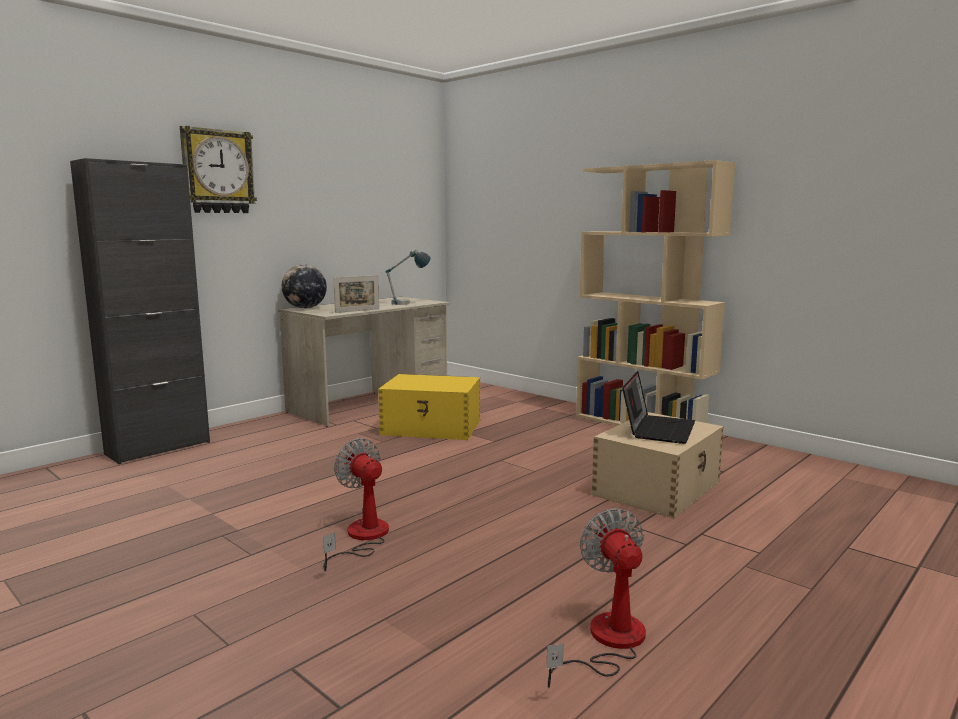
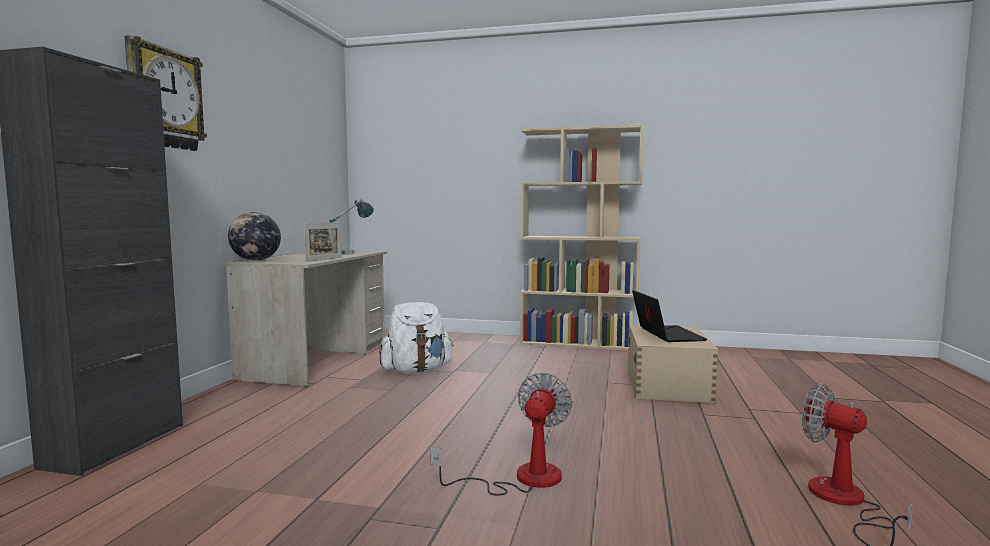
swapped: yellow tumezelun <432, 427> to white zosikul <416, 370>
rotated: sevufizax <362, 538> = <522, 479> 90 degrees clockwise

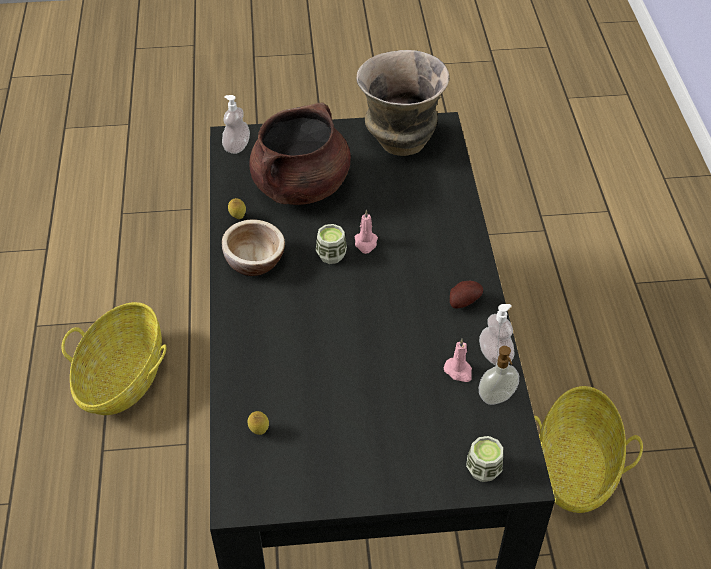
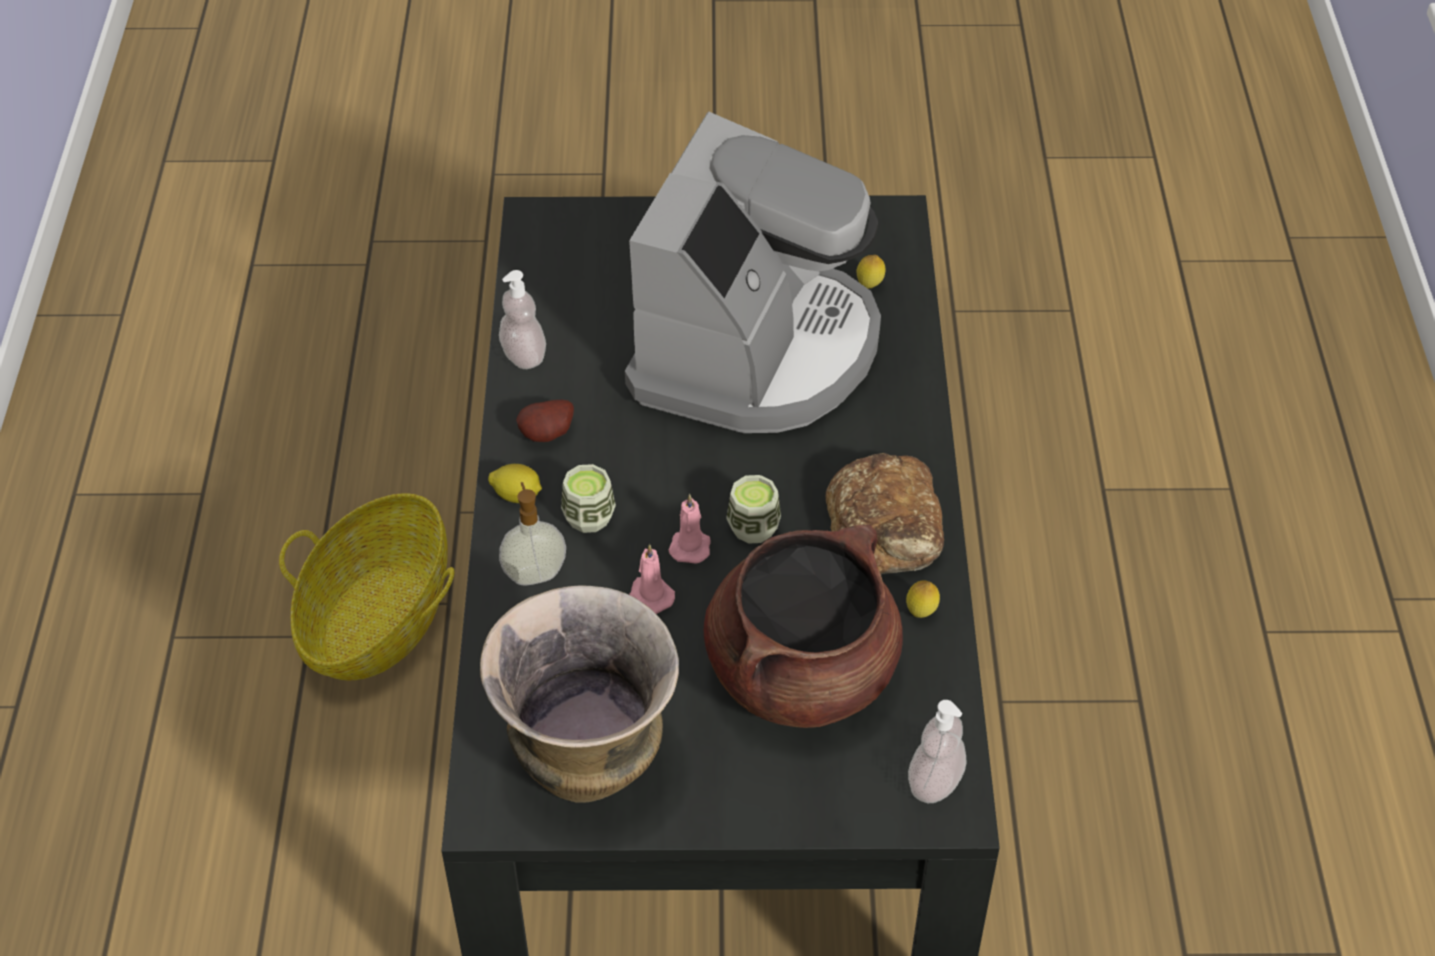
gone: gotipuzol <122, 378>
new: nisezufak <517, 496>; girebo <756, 351>
shifted: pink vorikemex <459, 371> to <650, 595>; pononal <483, 469> to <589, 517>; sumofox <497, 398> to <534, 574>
swapped: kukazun <254, 261> to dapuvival <886, 526>

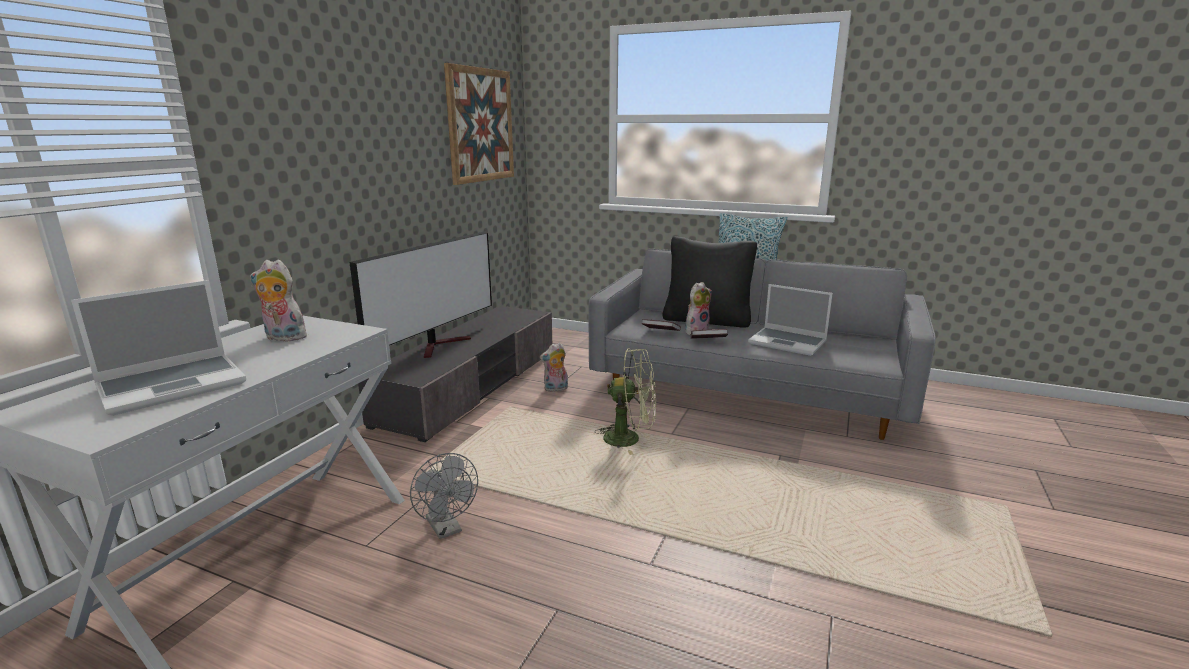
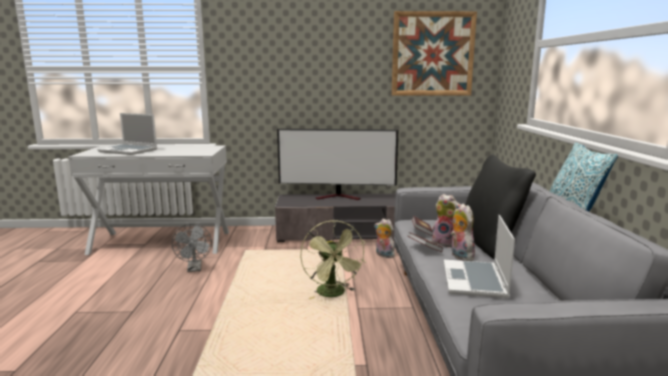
shifted: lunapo <283, 338> to <459, 256>
rotated: grey sevufizax <447, 529> = <194, 269> 45 degrees counterclockwise

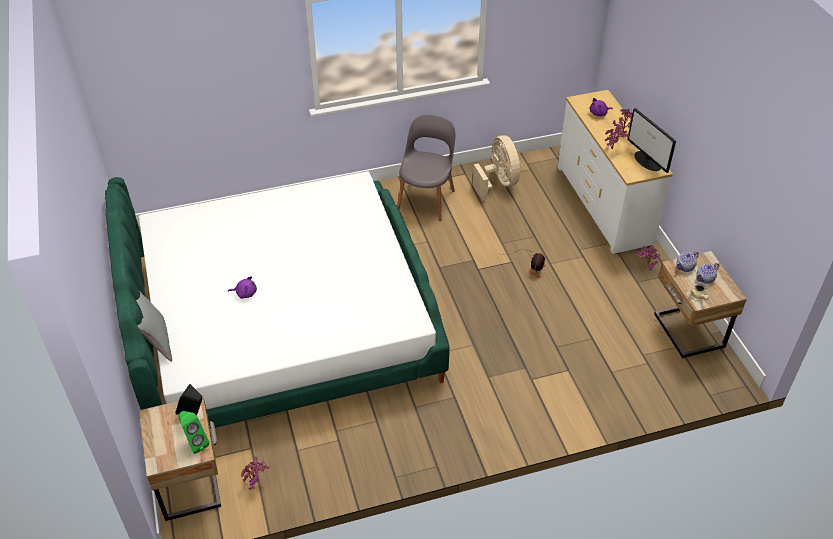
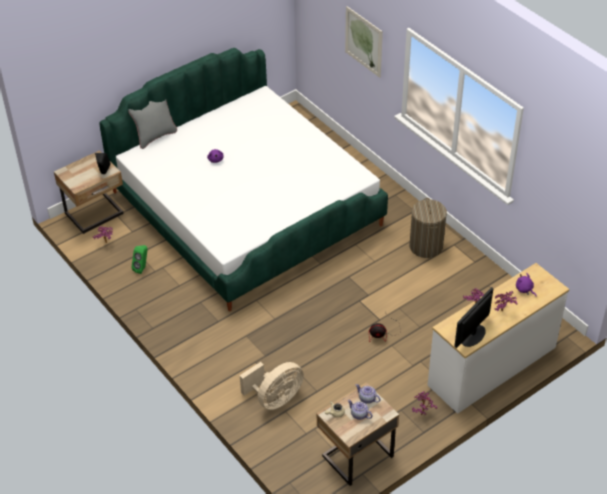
new: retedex <363, 41>
shifted: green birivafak <195, 443> to <142, 268>; beige sevufizax <498, 183> to <275, 399>
swapped: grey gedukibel <426, 199> to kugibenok <426, 246>

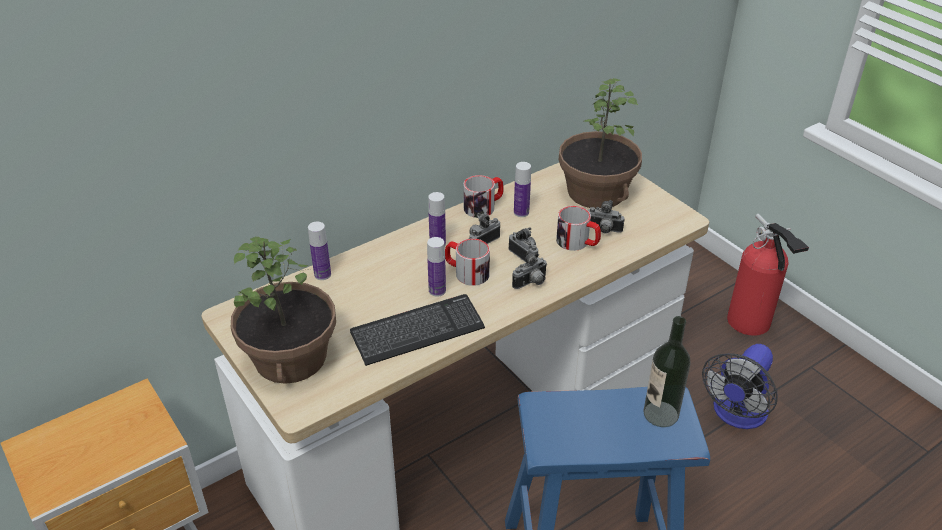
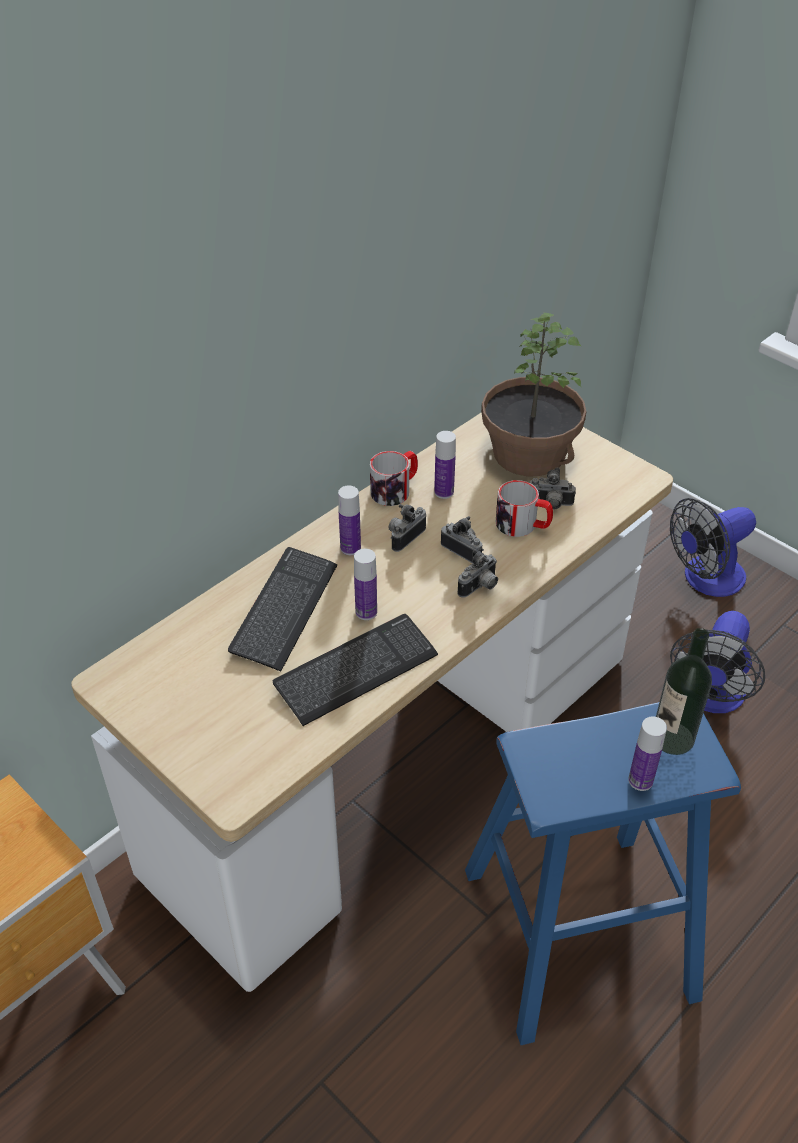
gone: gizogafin <291, 357>; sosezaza <466, 272>
new: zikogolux <284, 610>
shifted: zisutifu <322, 274> to <640, 780>
swapped: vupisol <751, 324> to sevufizax <705, 579>

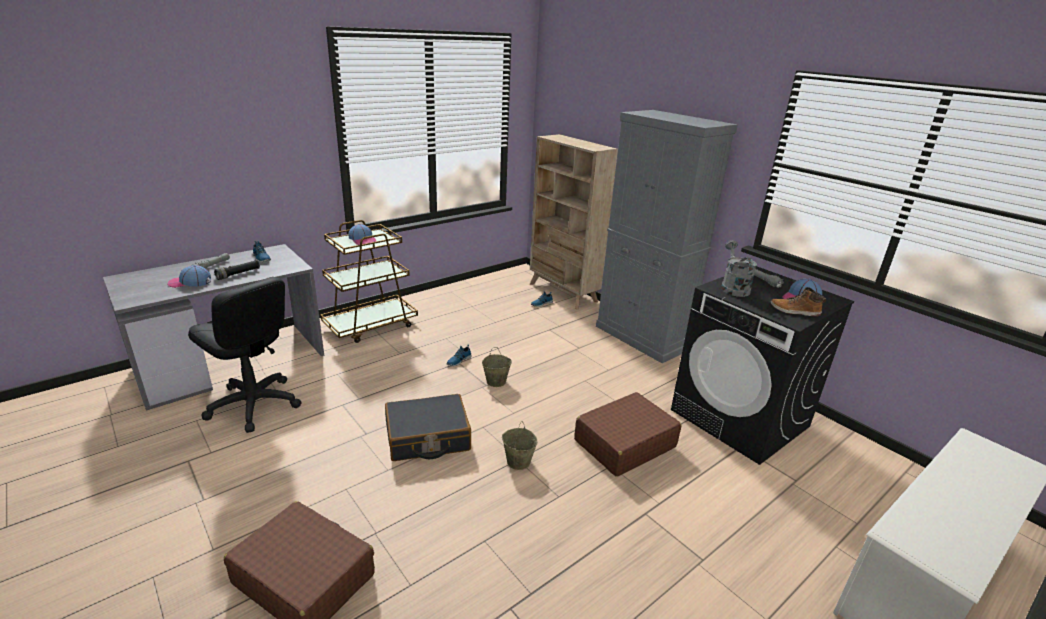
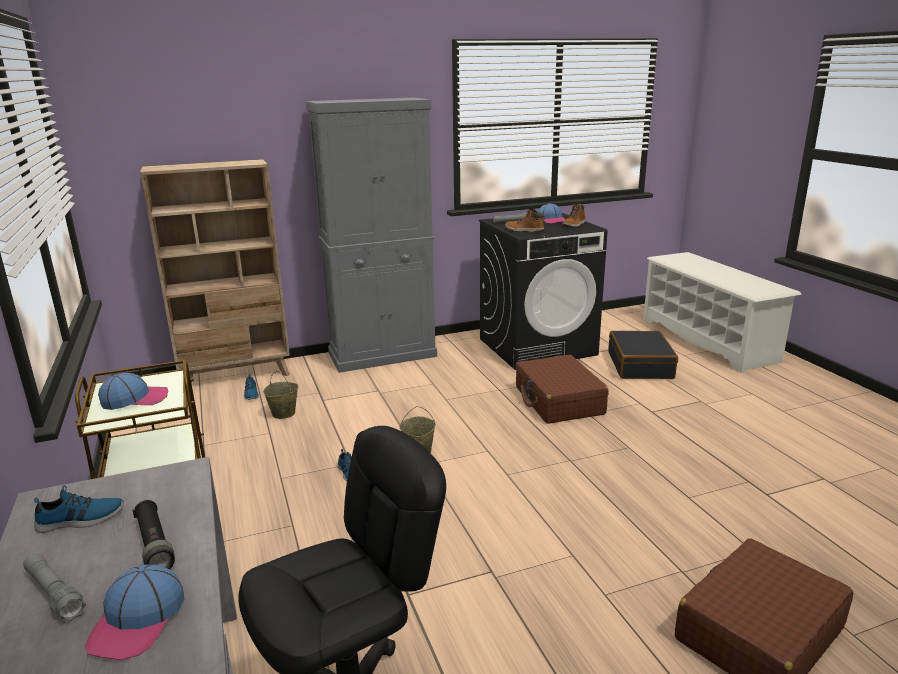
shifted: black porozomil <427, 438> to <640, 365>; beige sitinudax <518, 461> to <283, 413>
swapped: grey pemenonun <733, 287> to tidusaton <524, 230>

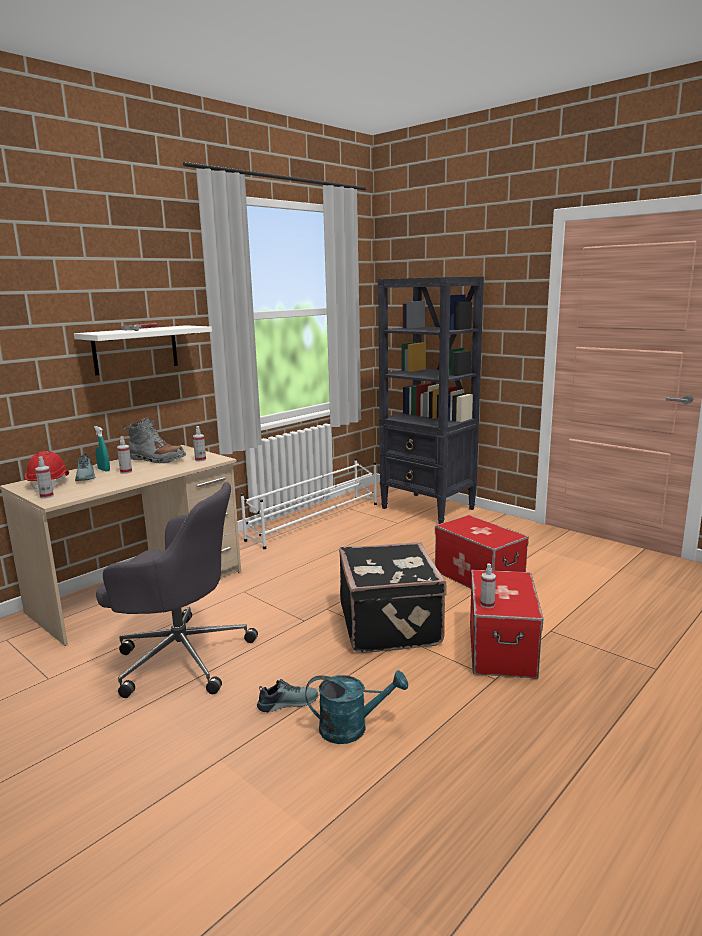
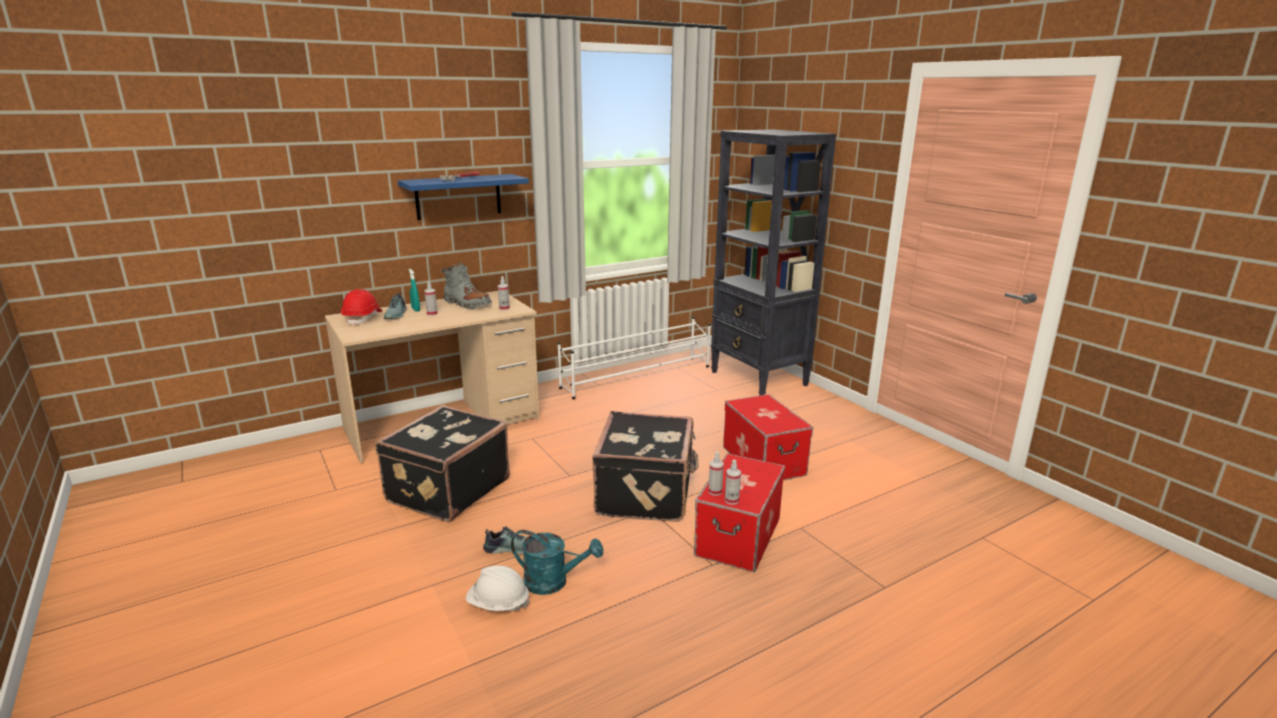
new: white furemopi <498, 604>
shifted: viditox <46, 496> to <731, 500>
swapped: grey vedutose <180, 656> to black porozomil <446, 490>
repainted: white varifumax <135, 349> to blue varifumax <458, 196>

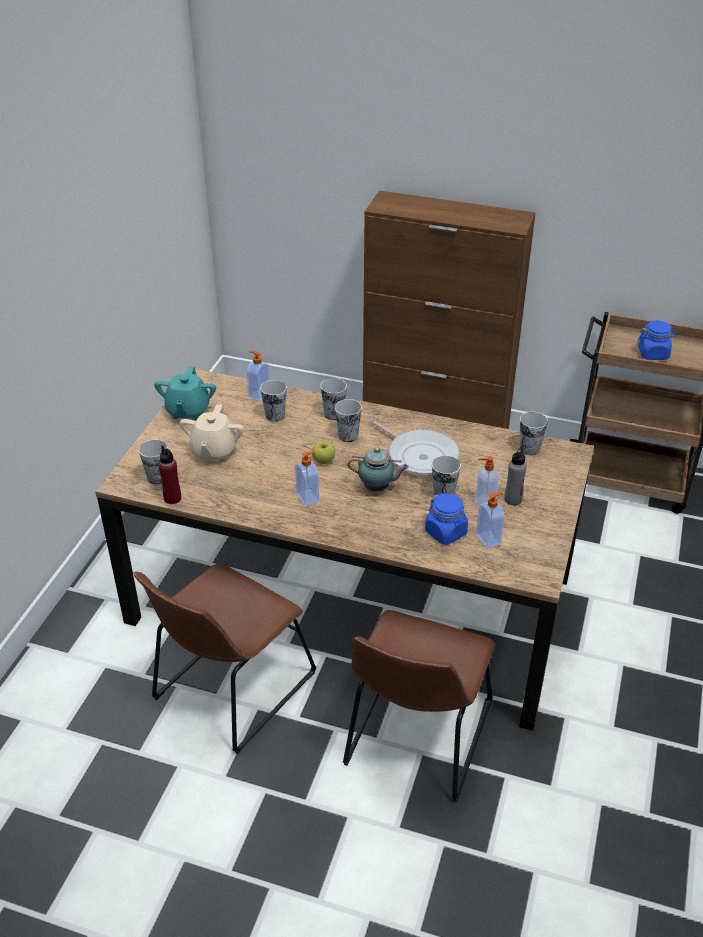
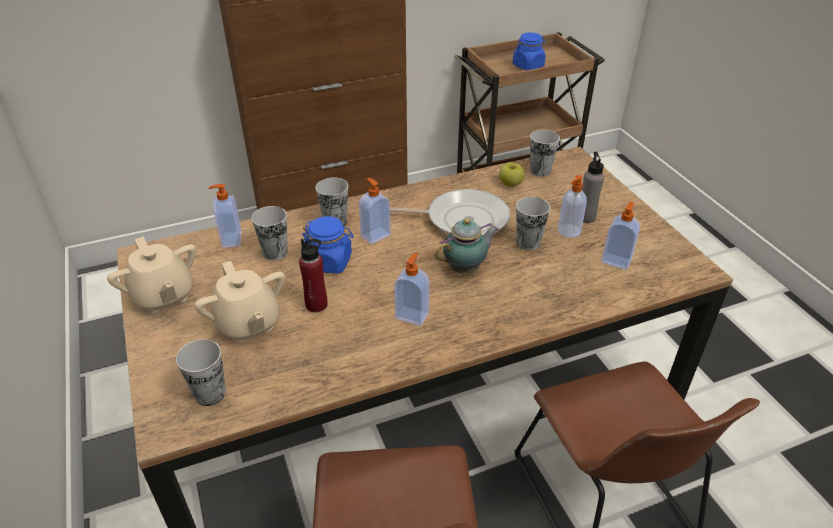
shifted: red zisutifu <172, 498> to <316, 304>; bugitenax <323, 461> to <510, 184>; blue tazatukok <446, 532> to <330, 262>
swapped: pononal <348, 436> to sumofox <375, 235>
repainted: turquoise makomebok <188, 411> to beige makomebok <163, 296>

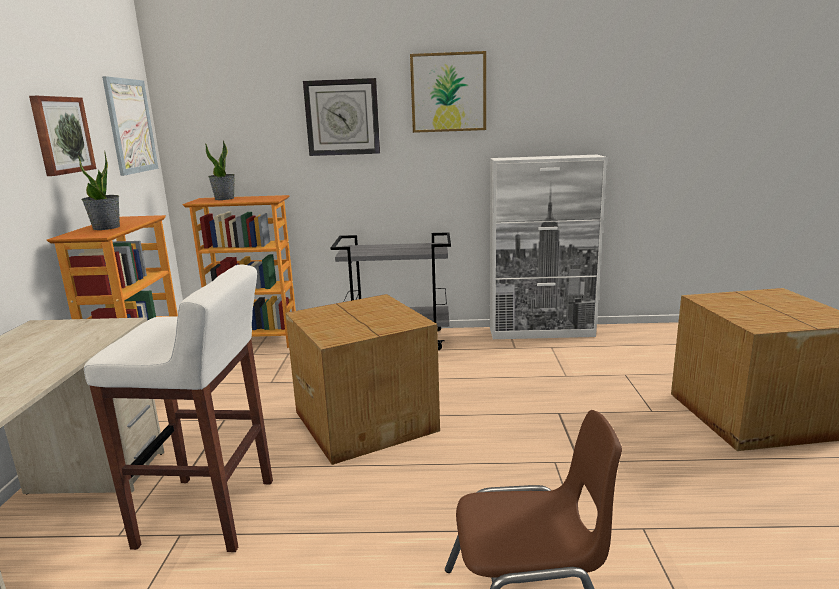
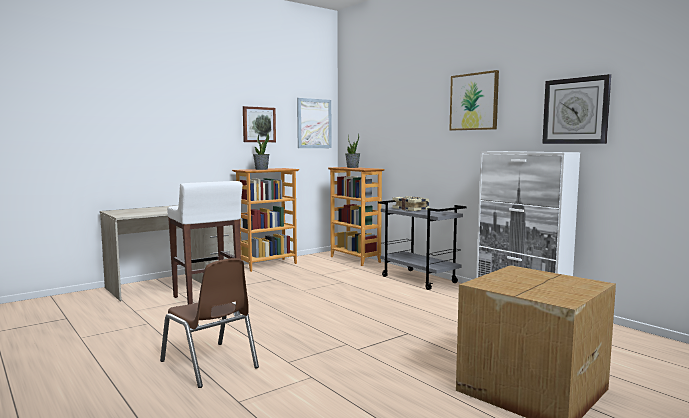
gone: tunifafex <366, 420>
new: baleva <411, 209>
shifted: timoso <342, 117> to <575, 111>

